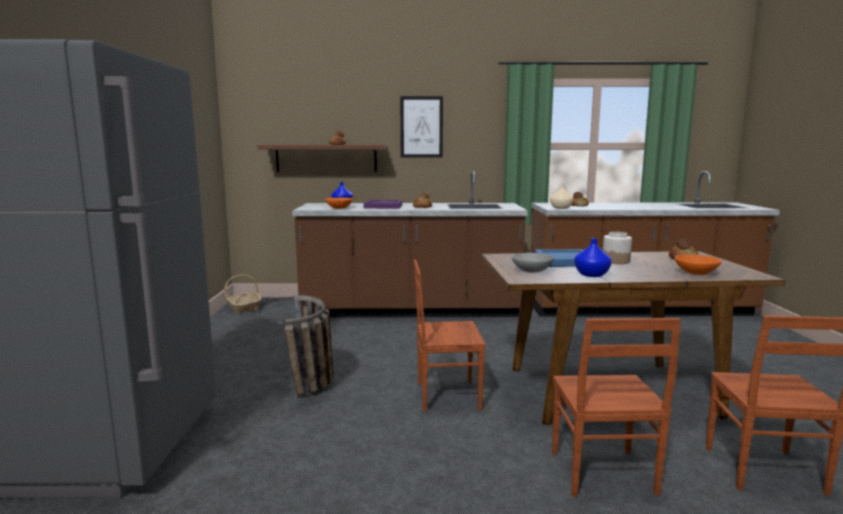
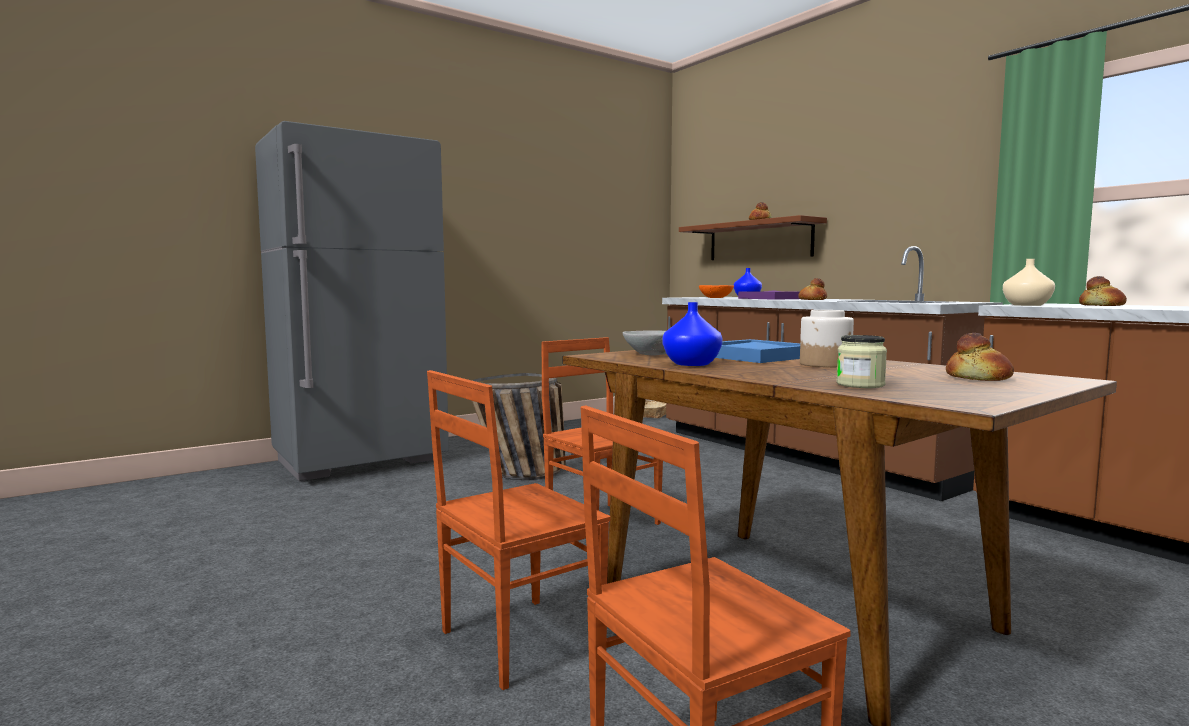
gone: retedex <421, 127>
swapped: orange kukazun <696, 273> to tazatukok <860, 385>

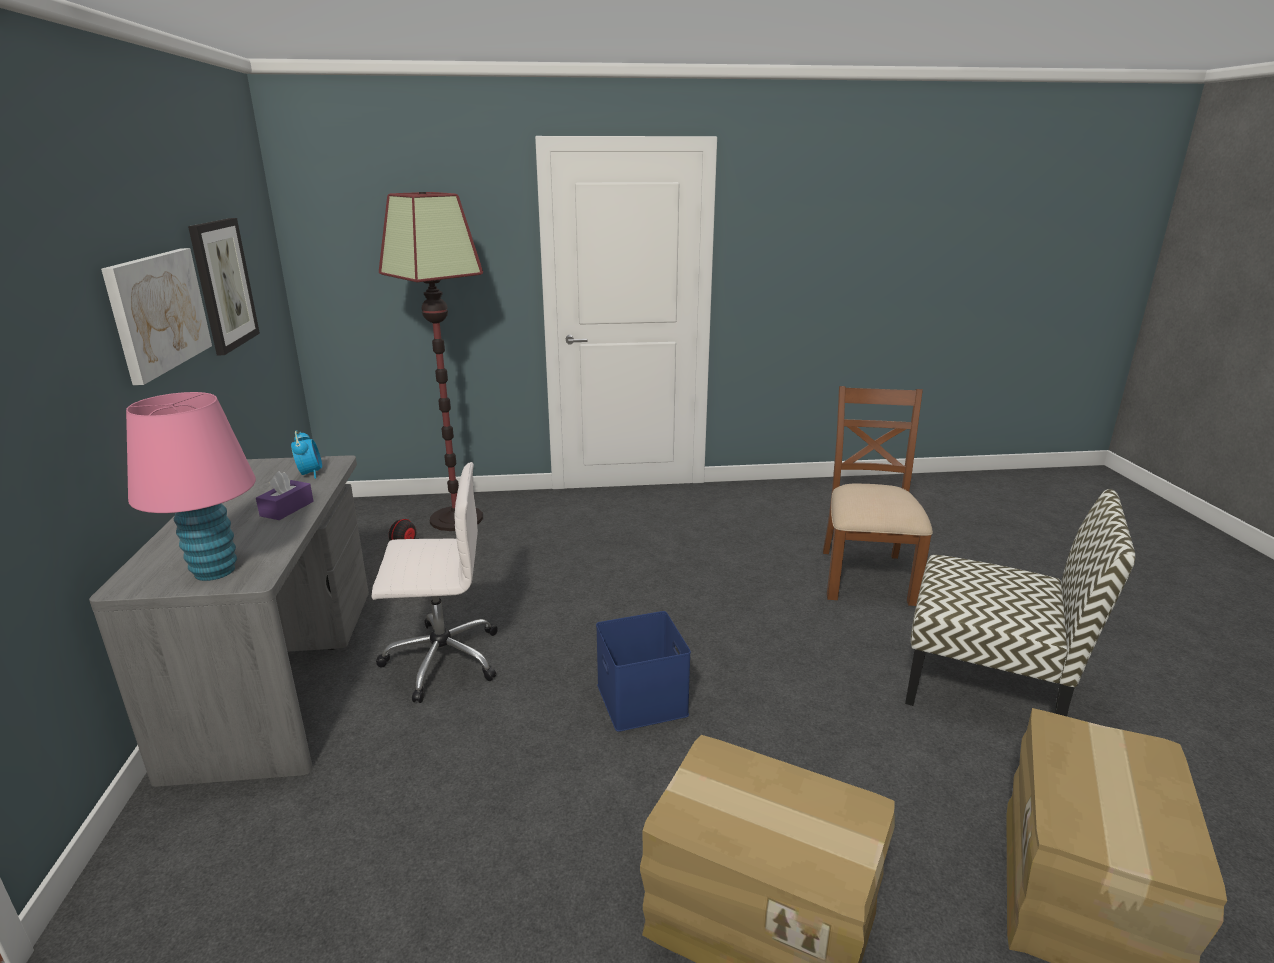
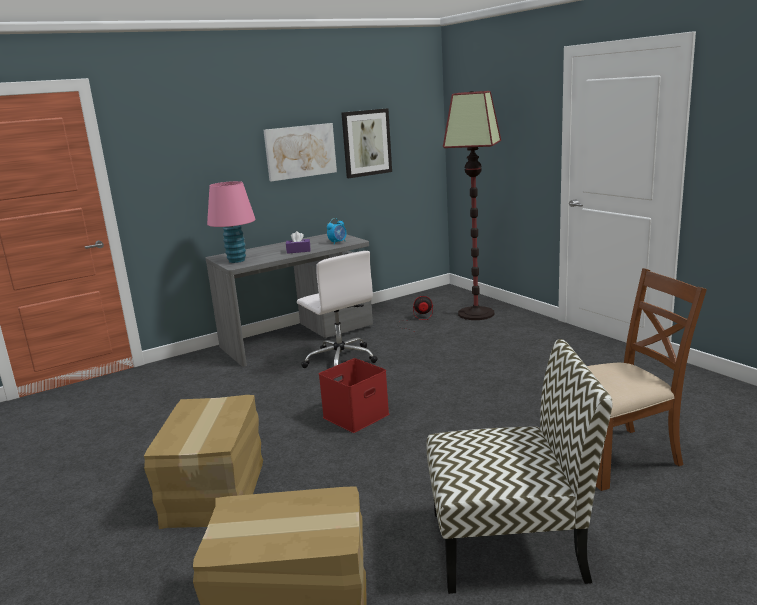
repainted: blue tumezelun <644, 700> to red tumezelun <356, 416>
rotated: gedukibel <989, 686> = <510, 544> 90 degrees counterclockwise

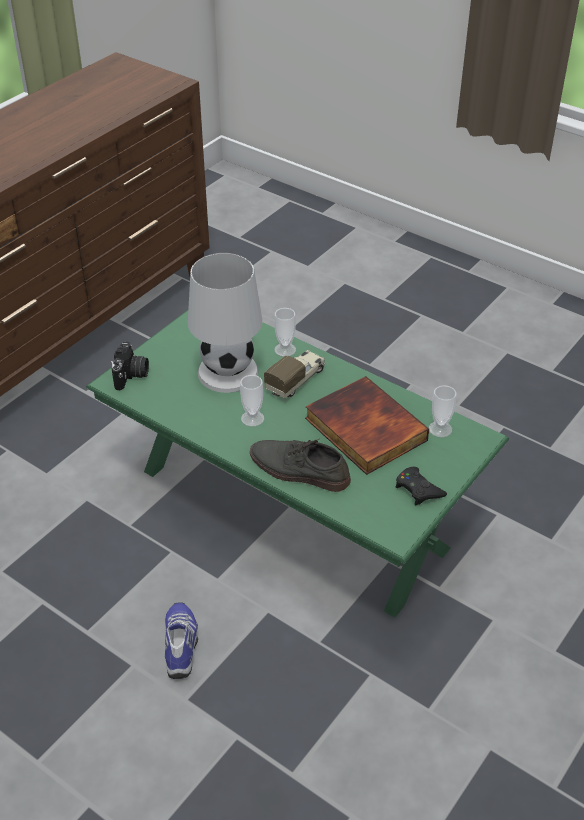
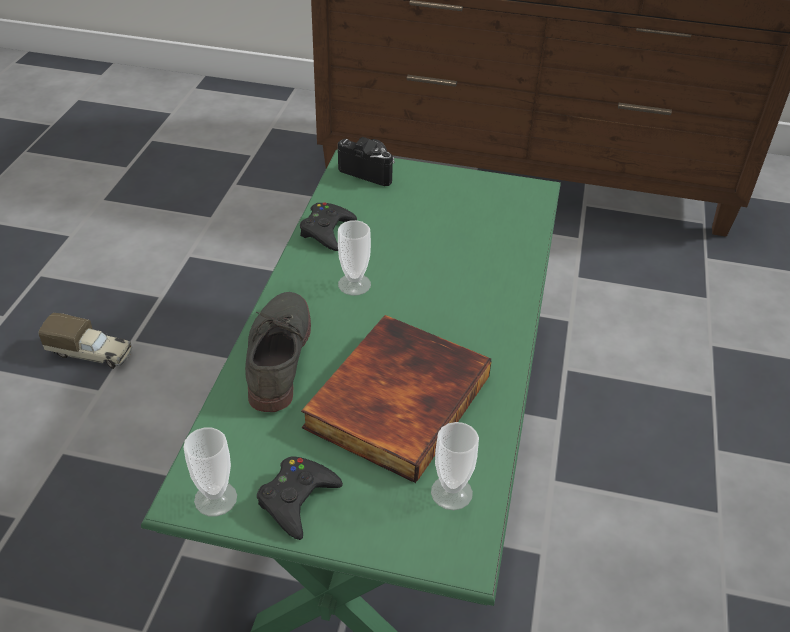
gone: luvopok <182, 645>; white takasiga <227, 373>
new: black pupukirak <327, 231>
shifted: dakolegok <296, 380> to <91, 353>; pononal <285, 349> to <215, 498>
rotated: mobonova <131, 376> = <369, 171> 135 degrees counterclockwise

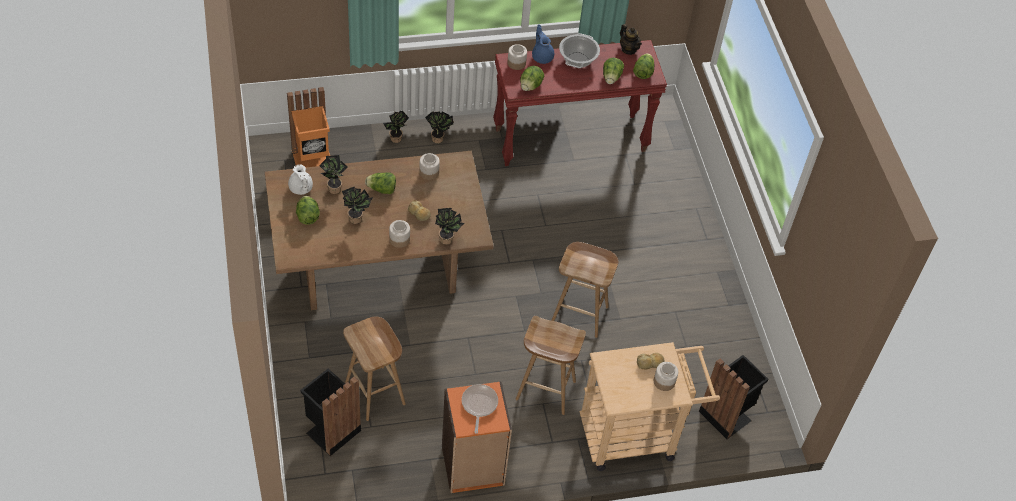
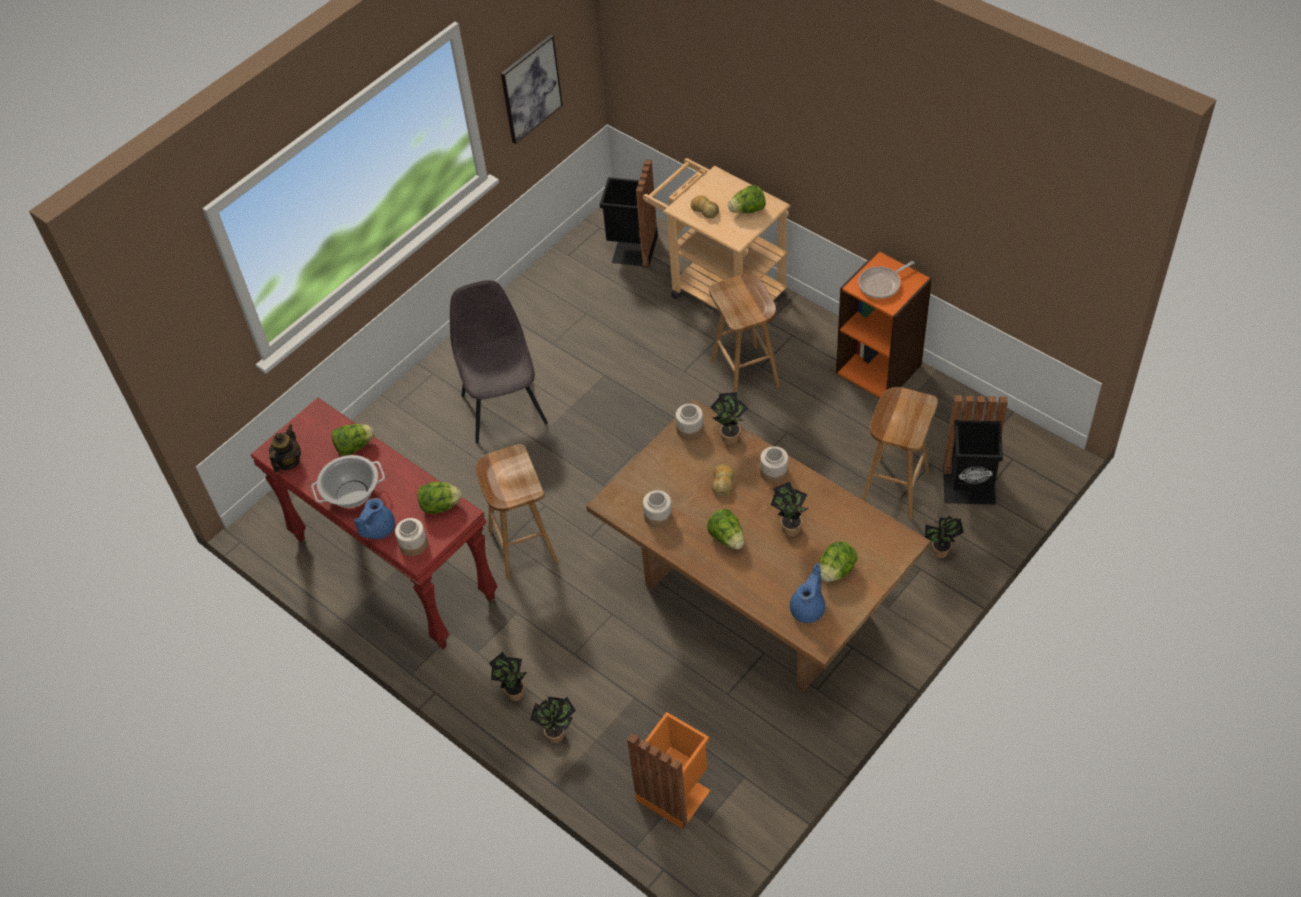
new: grey gedukibel <503, 407>; retedex <531, 89>
shifted: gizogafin <333, 187> to <940, 553>; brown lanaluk <580, 314> to <522, 545>; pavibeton <643, 72> to <747, 210>; tazatukok <664, 381> to <690, 430>
repainted: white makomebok <301, 189> to blue makomebok <808, 608>

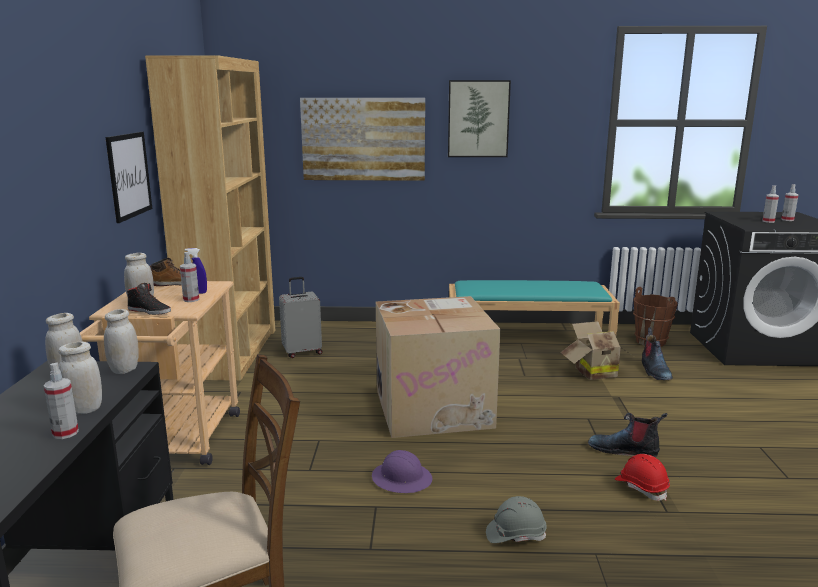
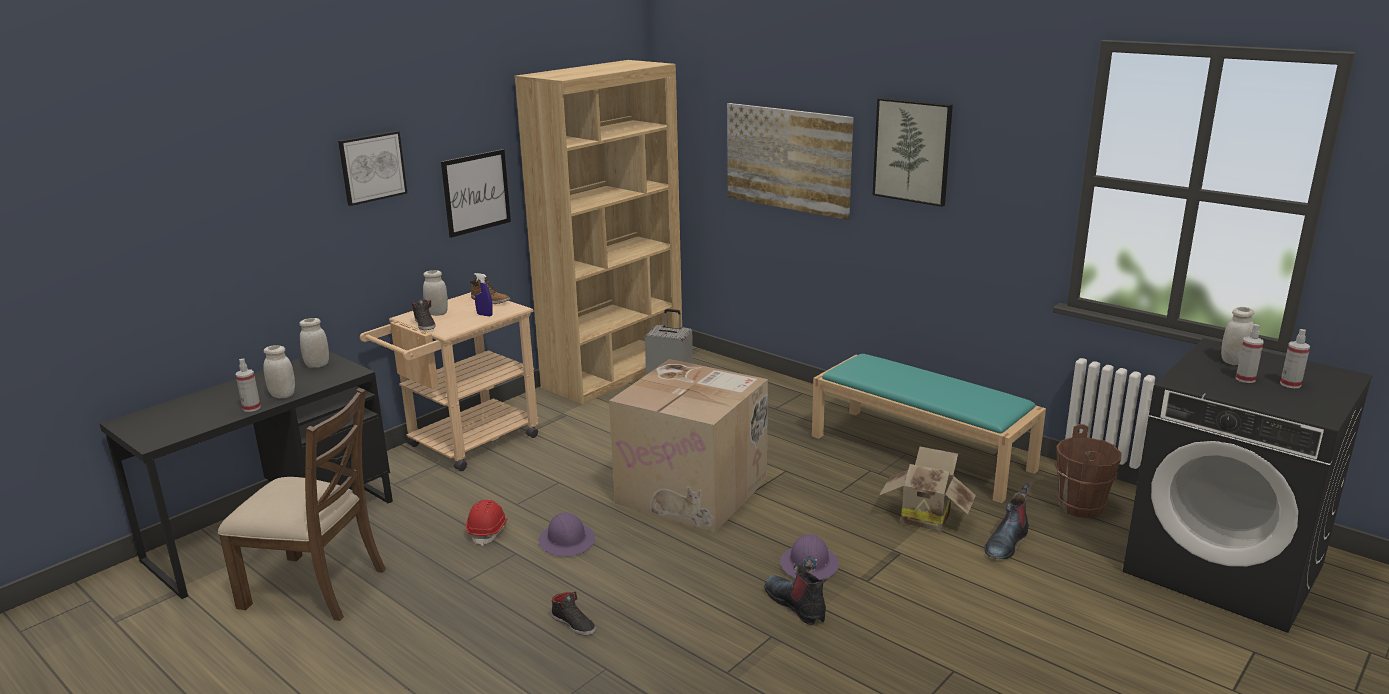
gone: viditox <191, 299>
new: retedex <372, 167>; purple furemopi <808, 564>
shifted: white tazatukok <124, 370> to <1233, 361>; red furemopi <641, 487> to <488, 531>
swapped: grey furemopi <515, 534> to black luvopok <574, 623>

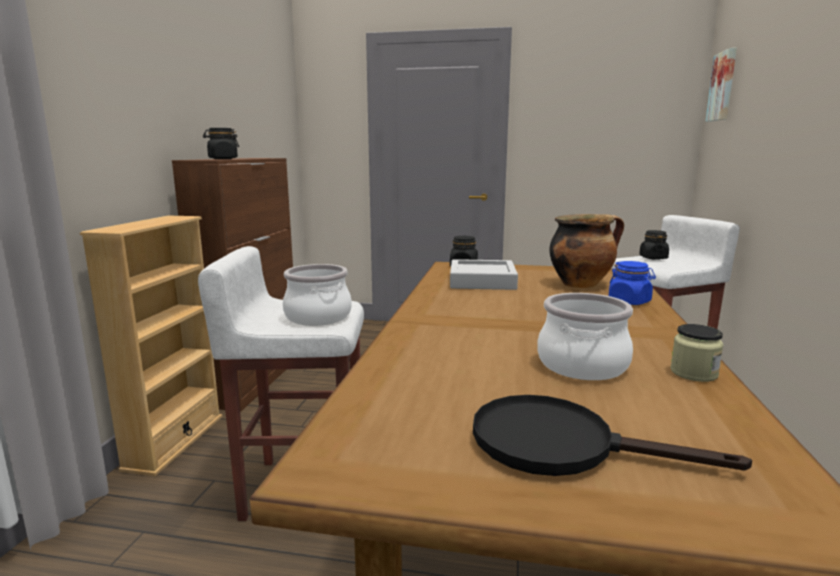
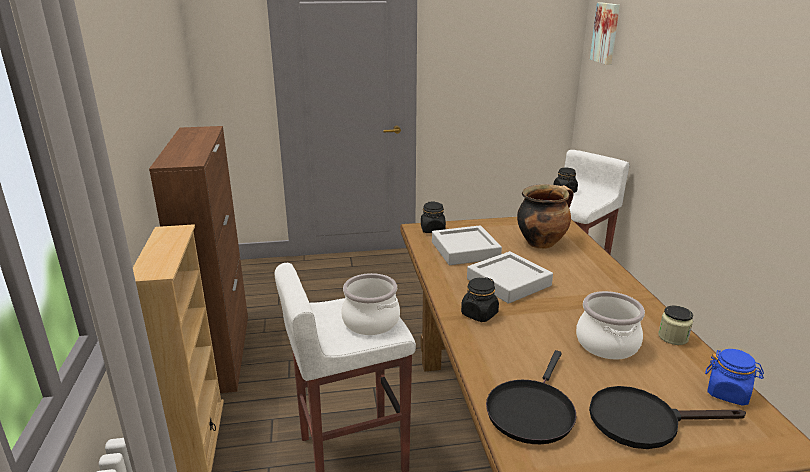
new: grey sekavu <508, 282>; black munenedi <531, 411>
shifted: black tazatukok <222, 159> to <479, 314>; blue tazatukok <629, 301> to <728, 393>

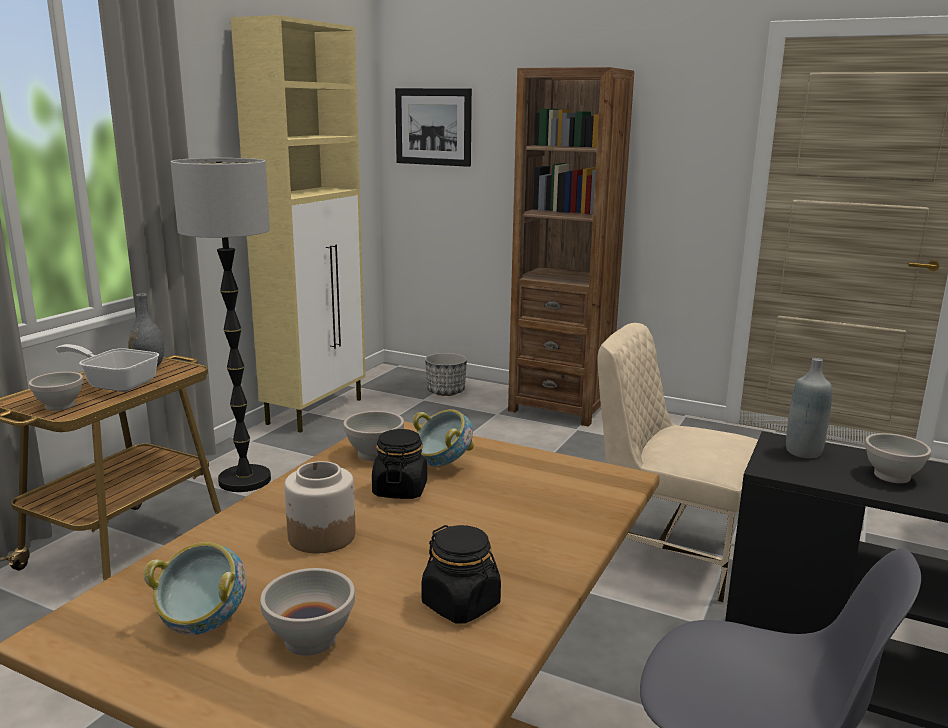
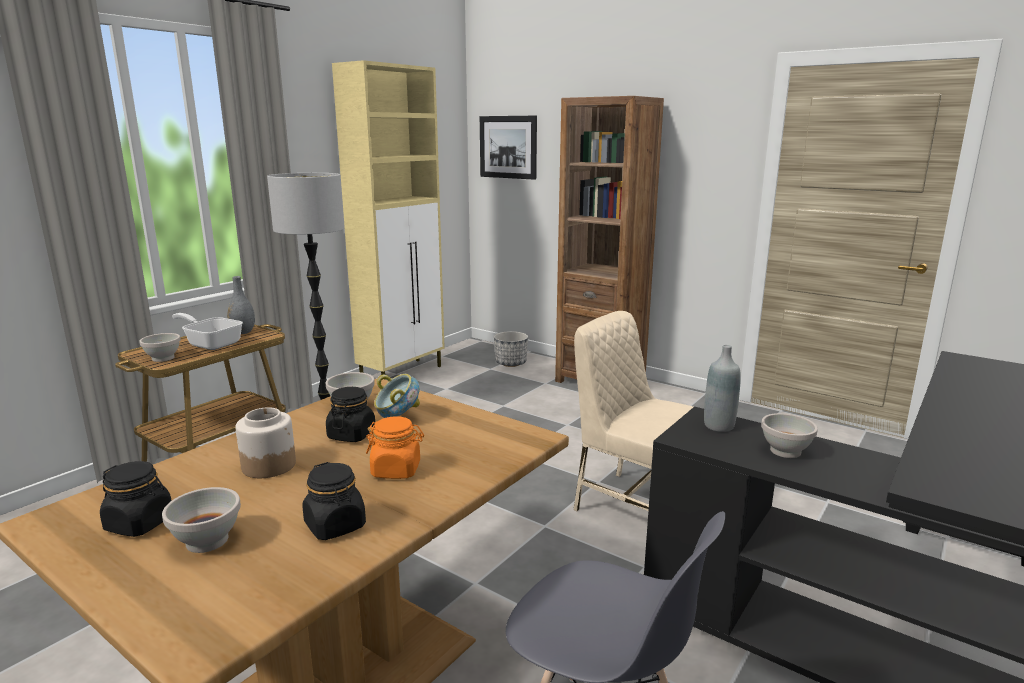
new: orange tazatukok <396, 470>
swapped: kukazun <202, 625> to black tazatukok <140, 523>

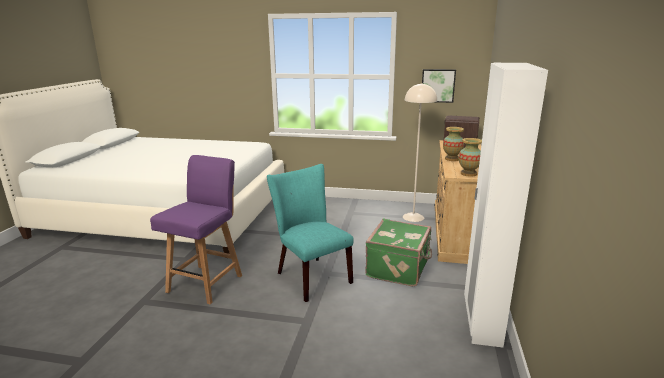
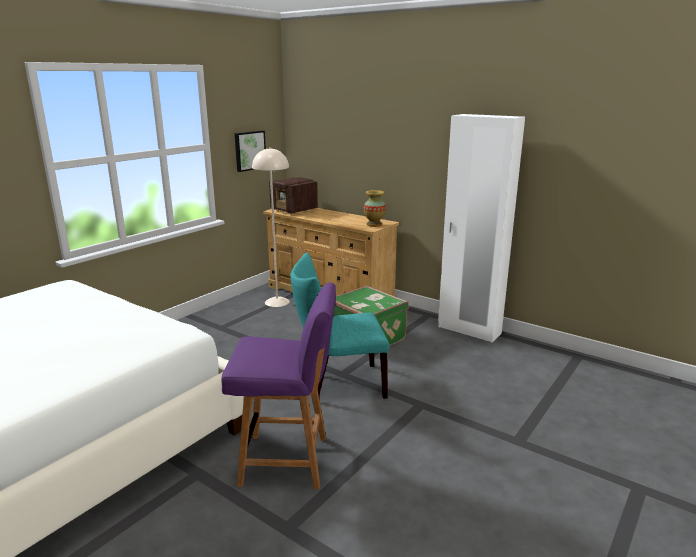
gone: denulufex <452, 159>
rotated: purple gedukibel <206, 282> = <287, 461> 135 degrees clockwise

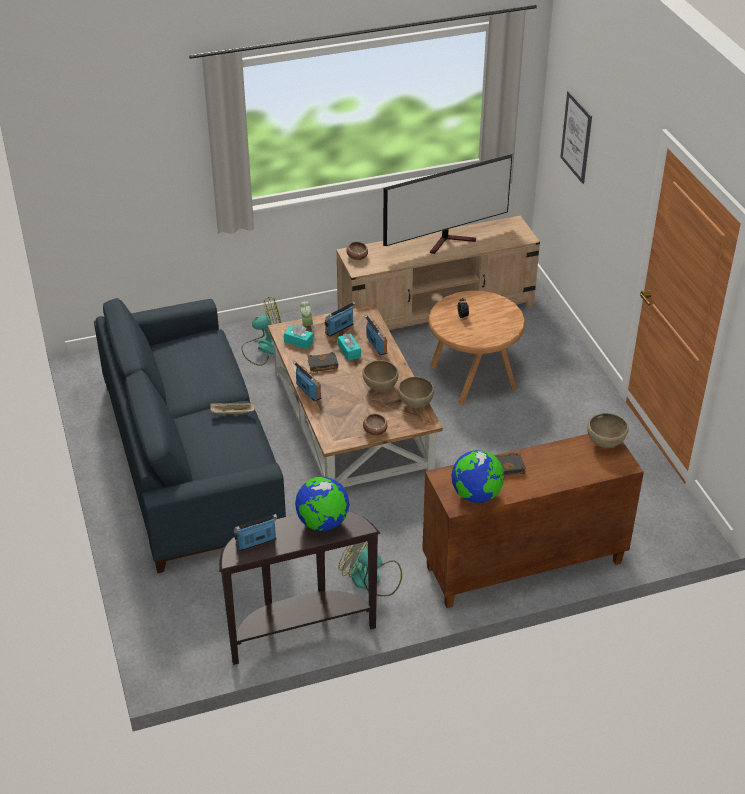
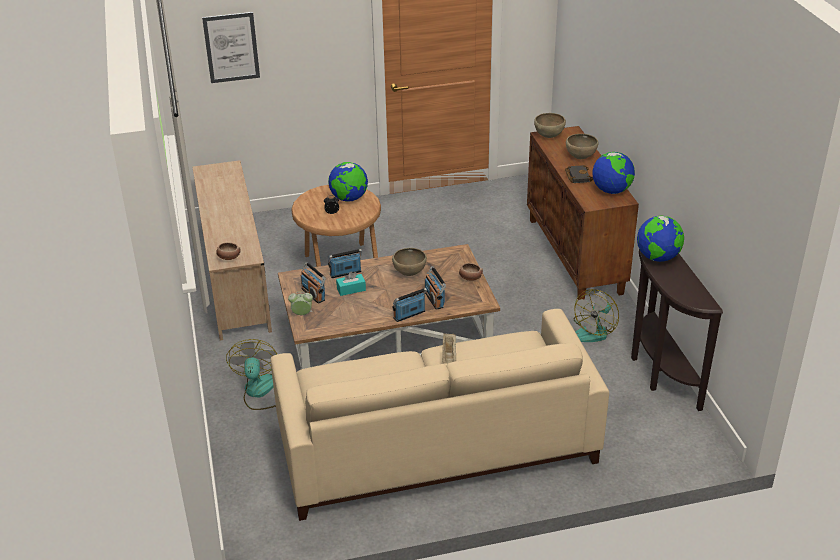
gone: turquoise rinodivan <298, 342>; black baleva <322, 365>; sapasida <450, 241>
new: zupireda <349, 199>
shifted: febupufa <256, 542> to <434, 299>; brown kukazun <415, 404> to <580, 157>
repainted: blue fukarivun <192, 459> to beige fukarivun <434, 443>

